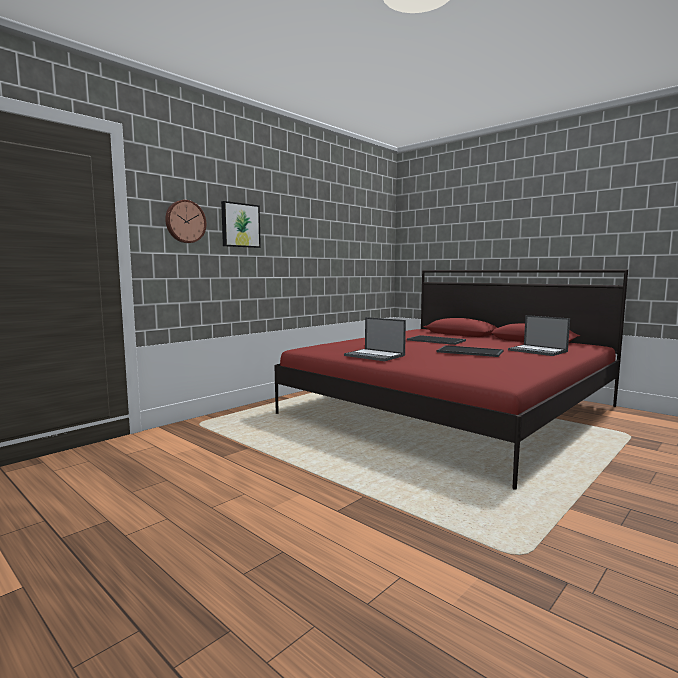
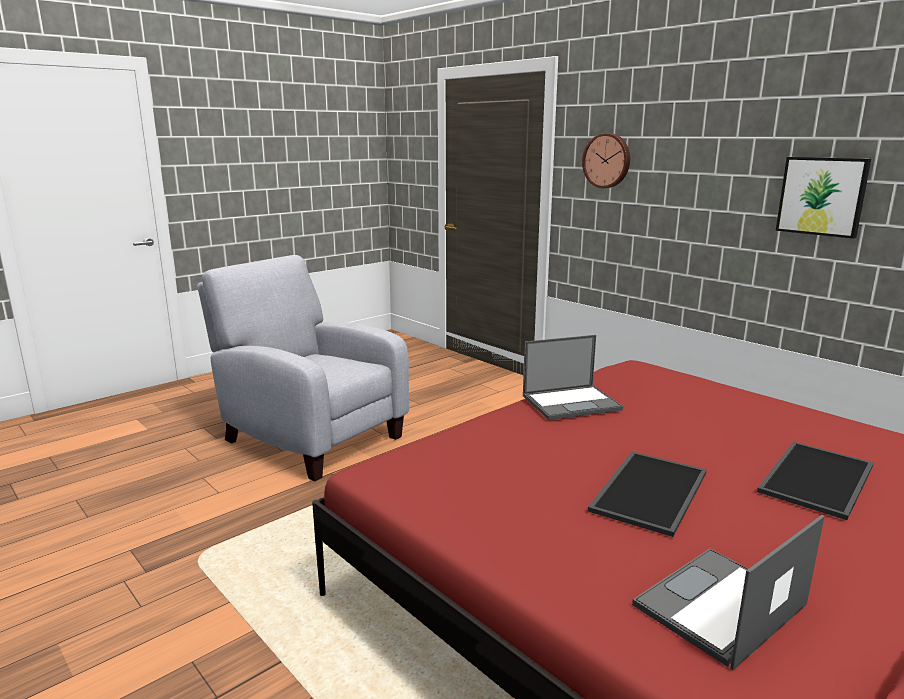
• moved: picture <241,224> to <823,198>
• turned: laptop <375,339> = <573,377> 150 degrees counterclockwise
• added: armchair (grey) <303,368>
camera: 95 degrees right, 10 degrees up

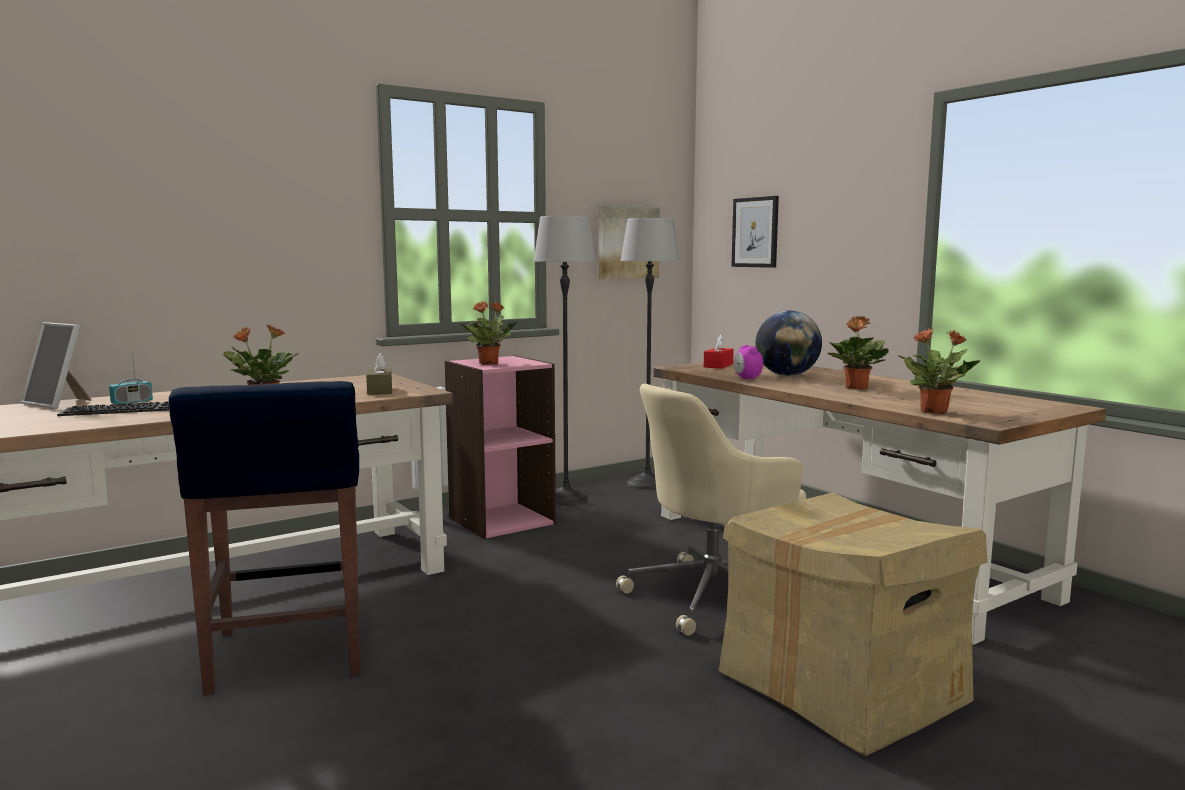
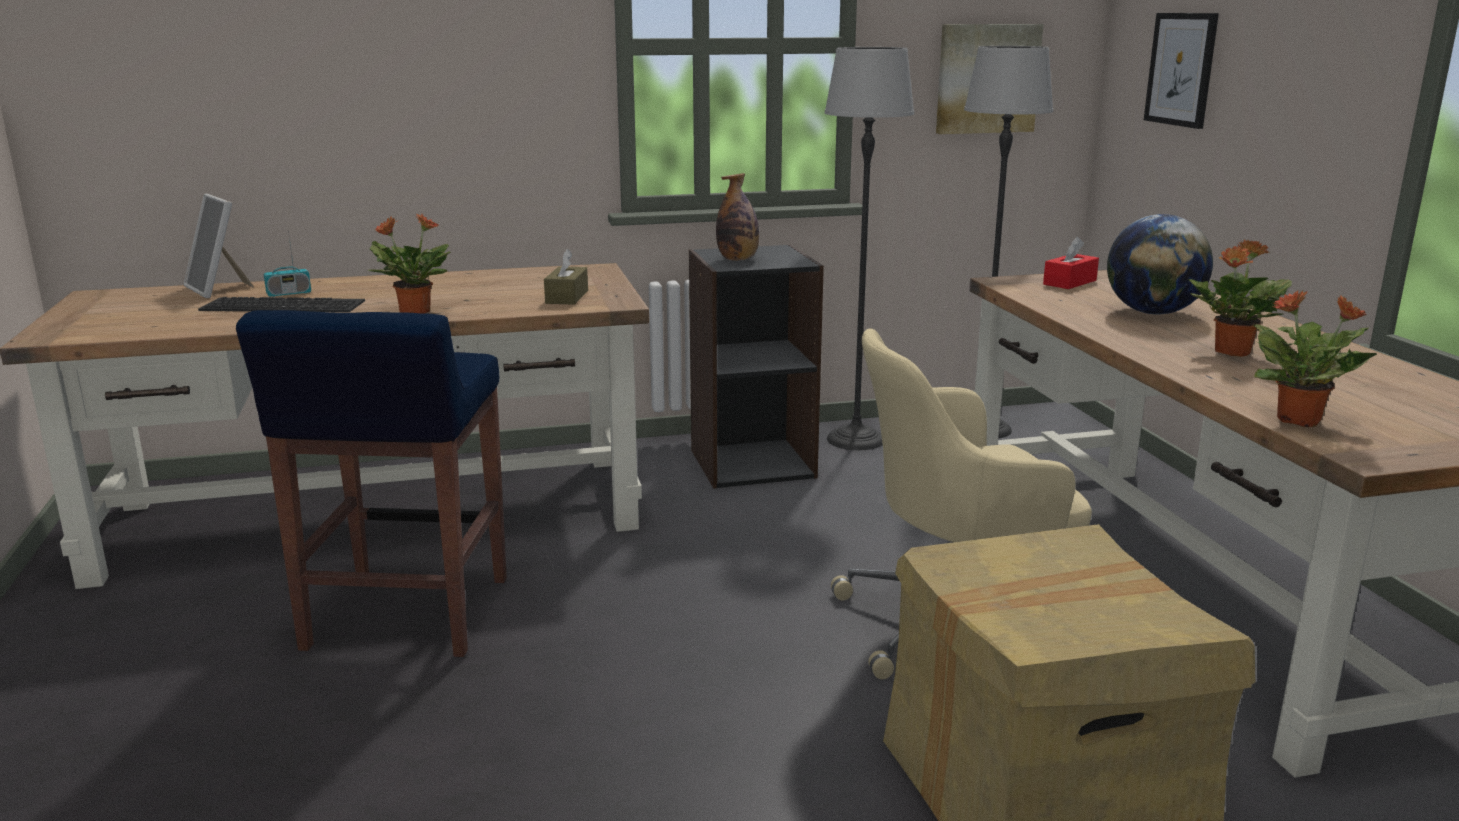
• recoloured: bookcase (pink) <500,447> to bookcase (black) <756,366>
• replaced: potted plant <489,333> to bottle <737,217>
• removed: alarm clock <748,362>
camera: 20 degrees right, 10 degrees up

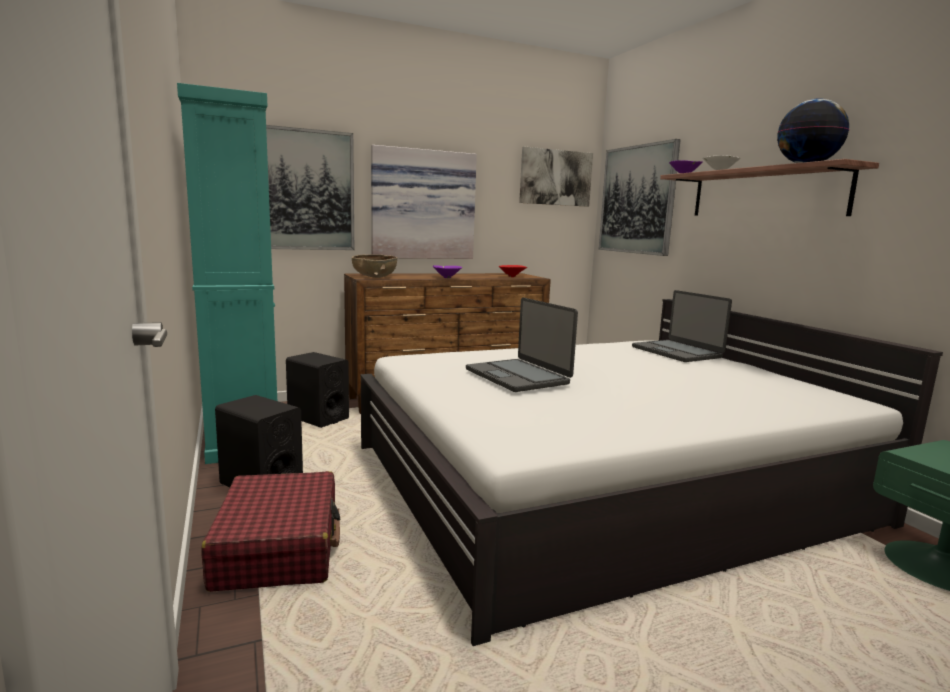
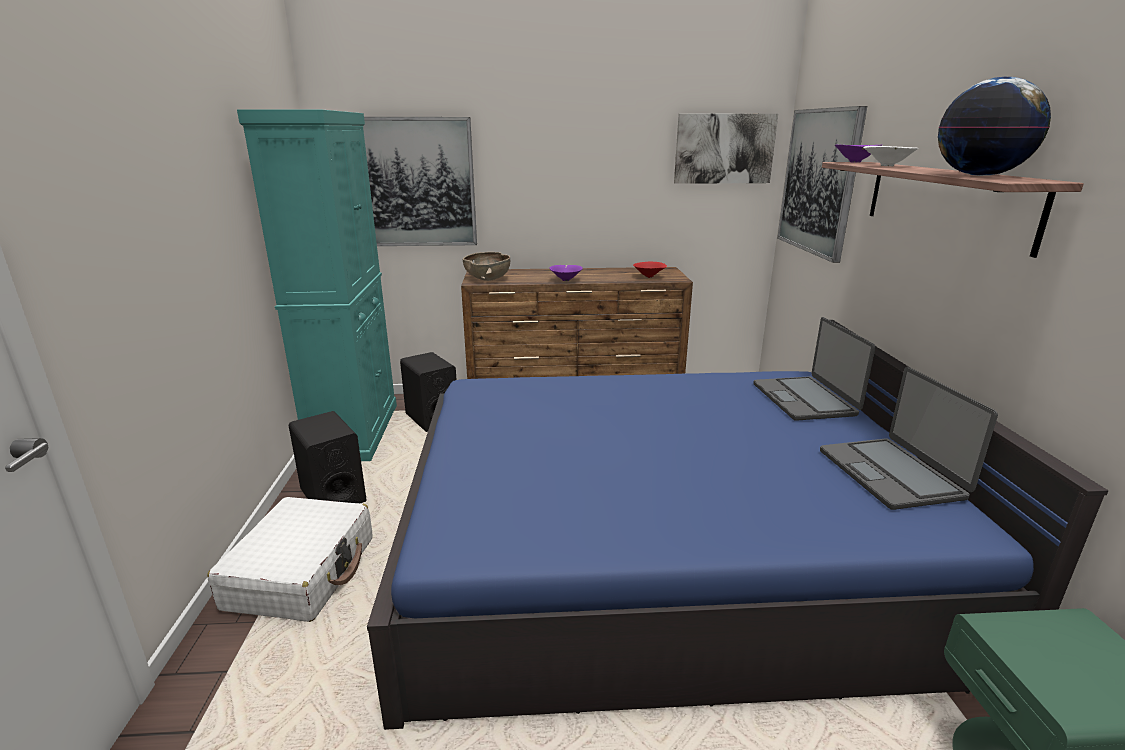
• recoloured: suitcase (red) <271,531> to suitcase (white) <290,559>
• recoloured: bed (white) <651,472> to bed (blue) <737,525>
• removed: picture <424,202>
• moved: laptop <522,344> to <909,438>
camera: 20 degrees right, 10 degrees up

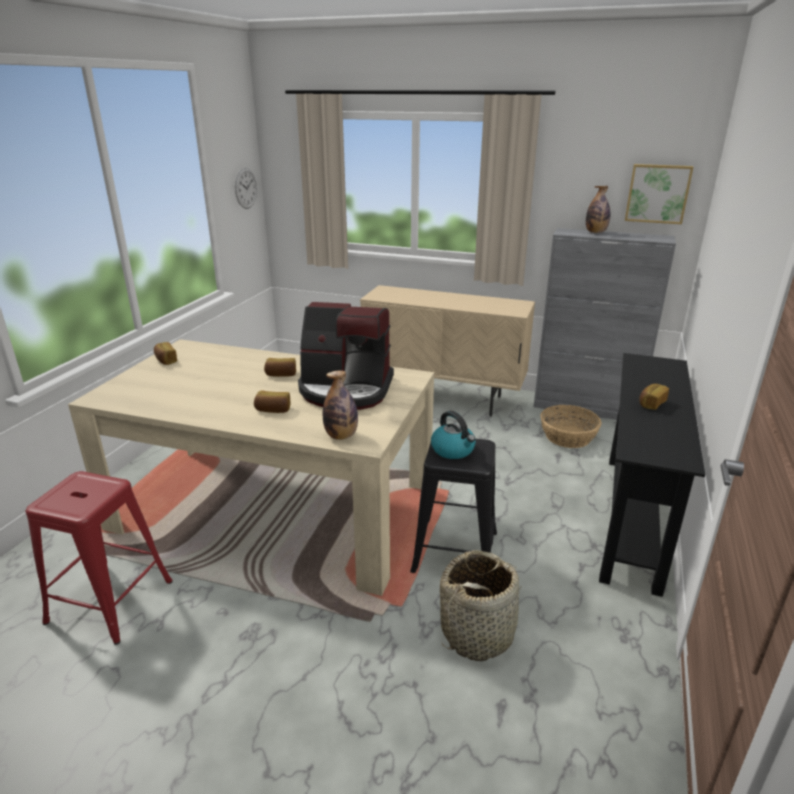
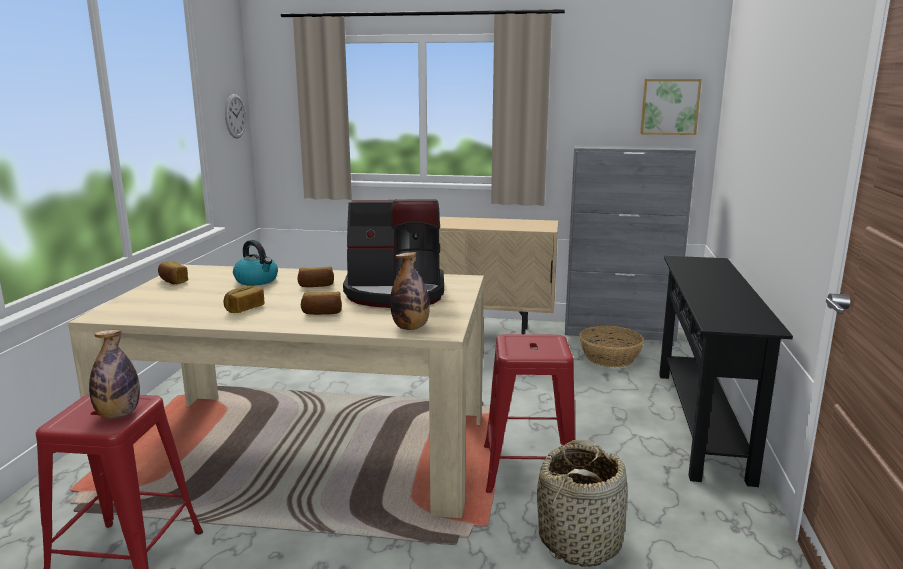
• recoloured: stool (black) <453,506> to stool (red) <529,413>
• moved: kettle <453,435> to <255,263>
• moved: bottle <598,209> to <114,374>
• moved: bread <654,397> to <243,299>
camera: 10 degrees left, 10 degrees down

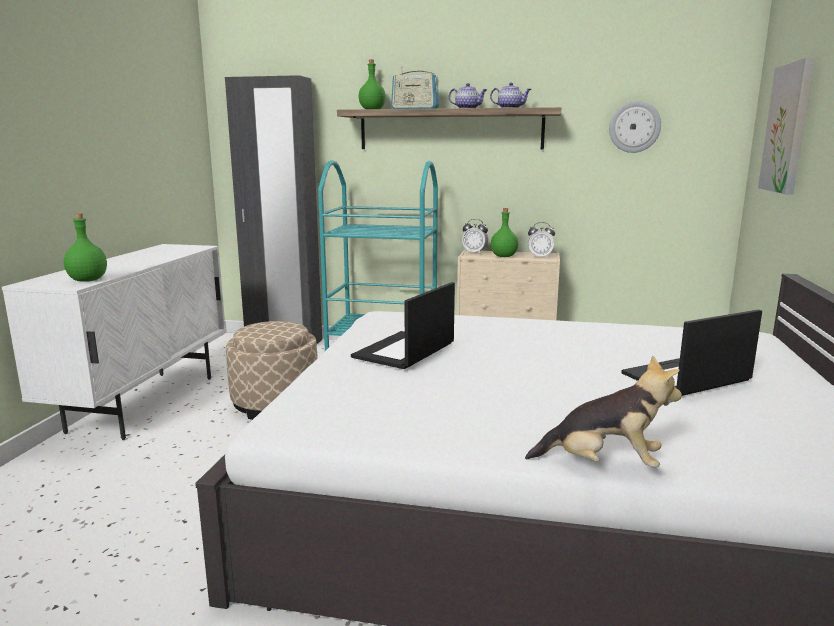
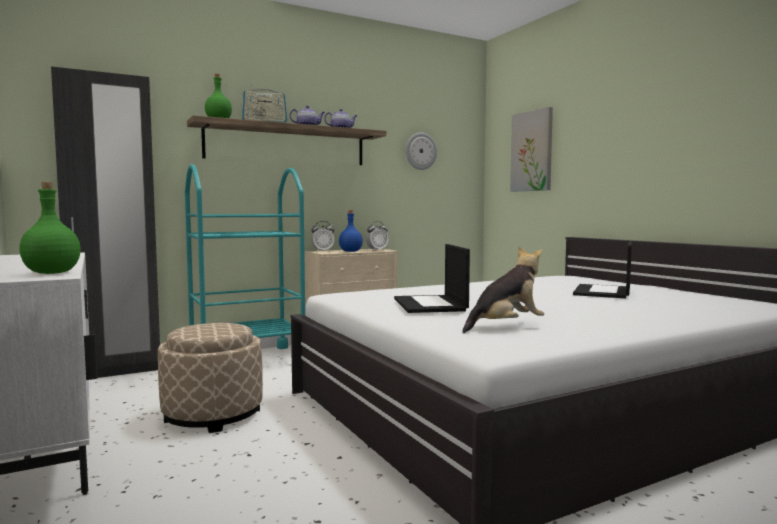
• recoloured: bottle (green) <504,232> to bottle (blue) <351,231>
• moved: plush toy <603,411> to <503,290>
camera: 40 degrees left, 10 degrees down

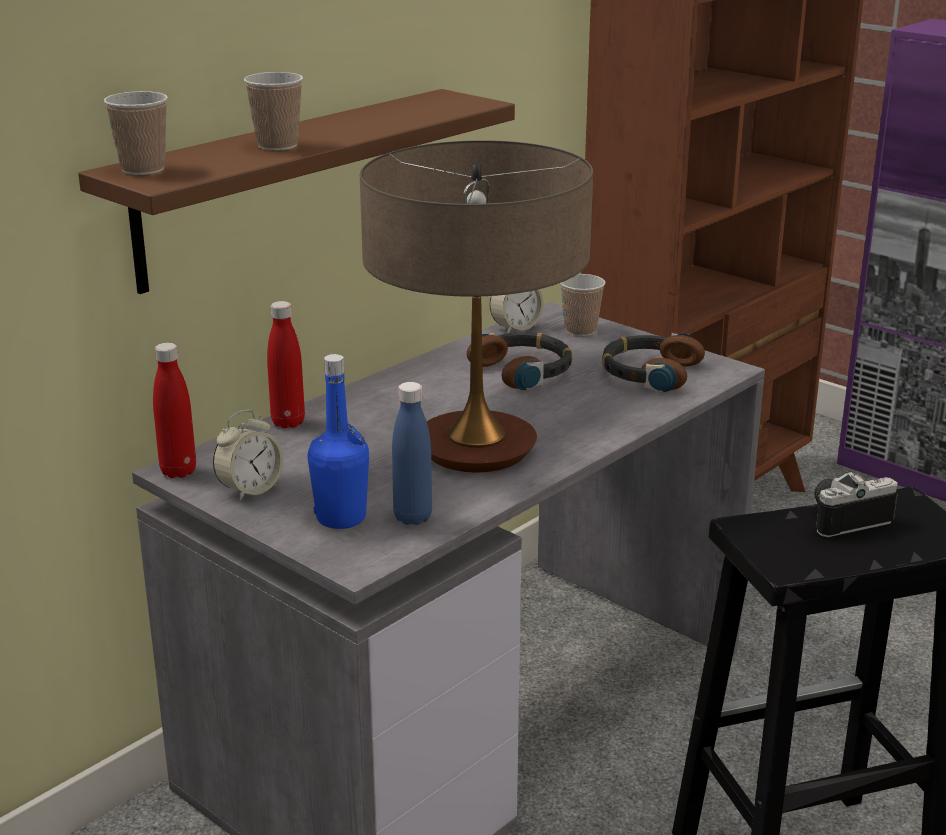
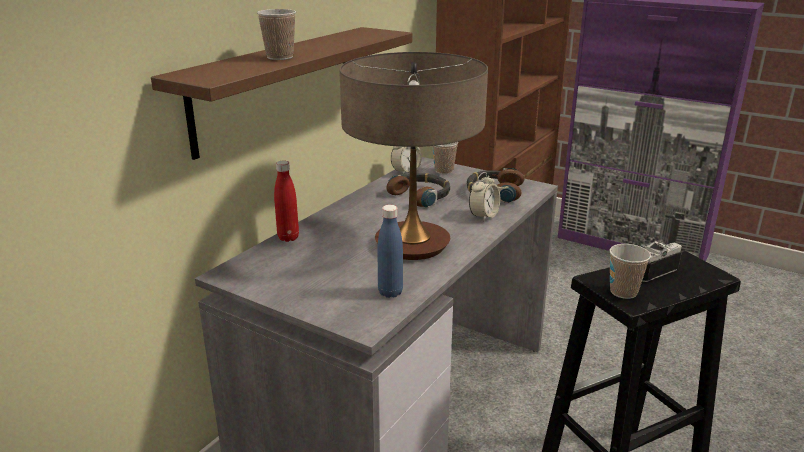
• moved: cup <136,133> to <630,271>
• removed: bottle (red) <174,410>
• moved: alarm clock <248,455> to <484,196>
• removed: bottle (blue) <338,441>
camera: 10 degrees left, 0 degrees up

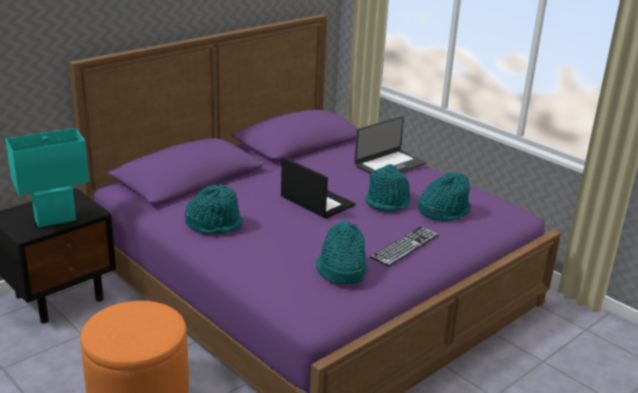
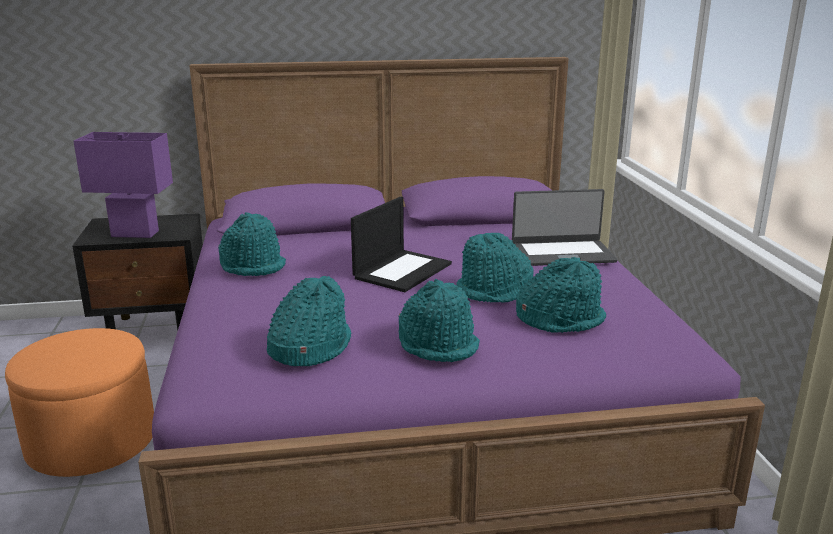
• recoloured: table lamp (turquoise) <47,178> to table lamp (purple) <123,185>
• turned: laptop <318,188> = <401,244> 45 degrees clockwise
• replaced: keyboard <404,247> to hat (turquoise) <439,320>
camera: 35 degrees right, 5 degrees down

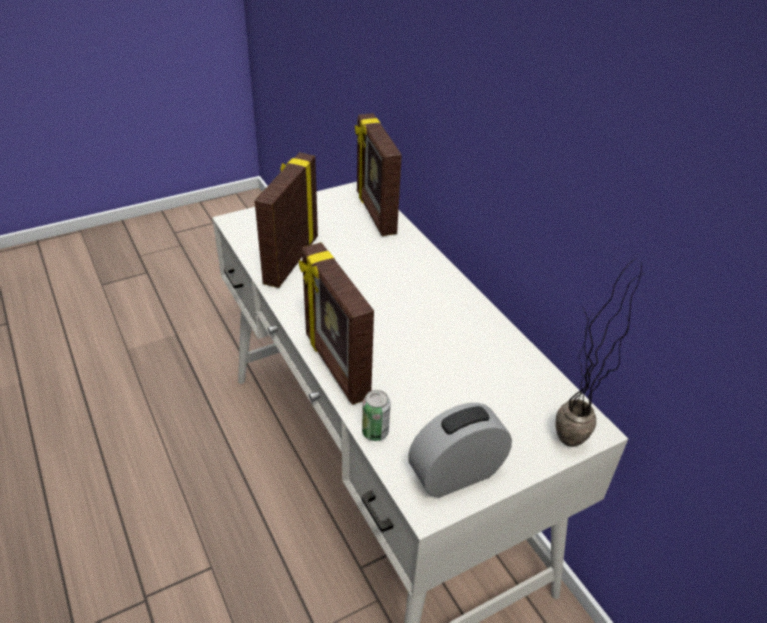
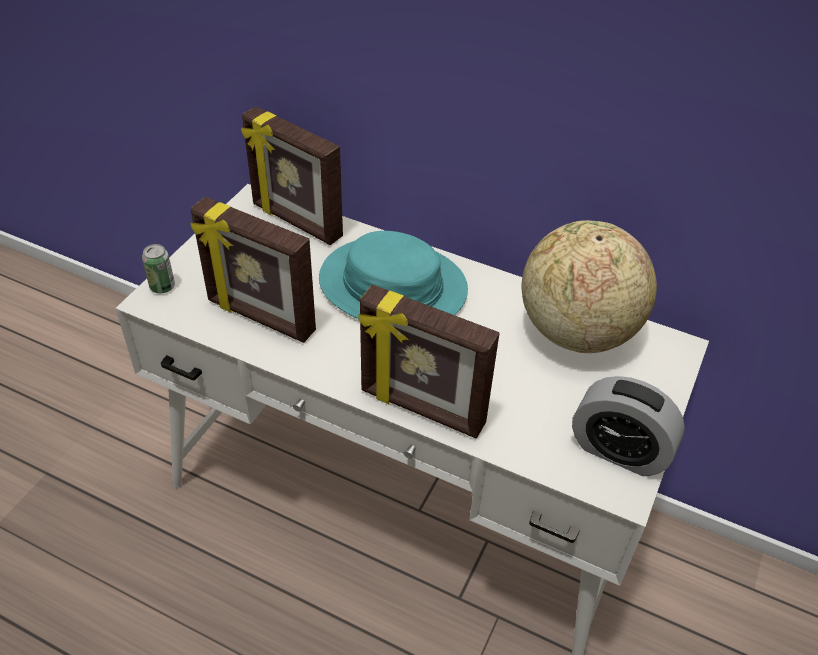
• turned: picture frame <286,220> = <253,270> 45 degrees counterclockwise
• moved: can <376,415> to <158,268>
• turned: alarm clock <460,450> = <628,426> 90 degrees counterclockwise
• removed: potted plant <599,352>
• added: hat (turquoise) <393,275>
• added: globe <589,286>
camera: 35 degrees left, 5 degrees up

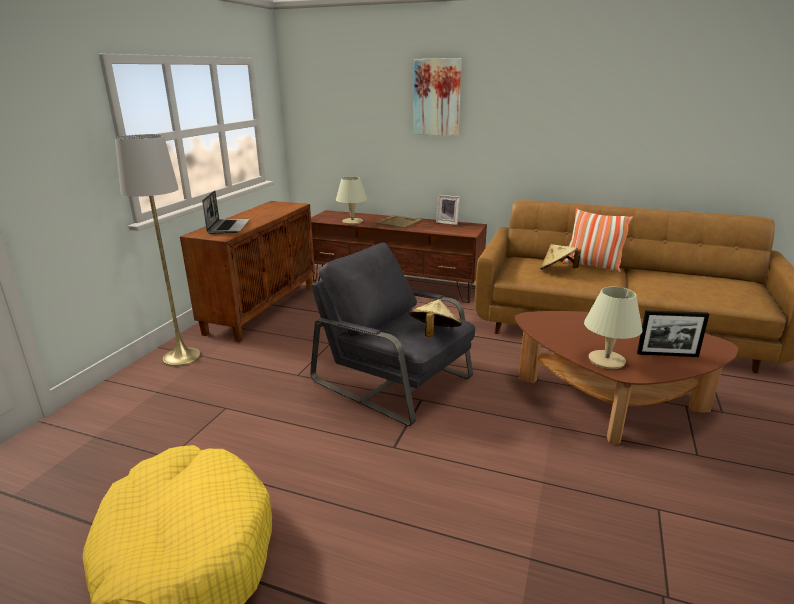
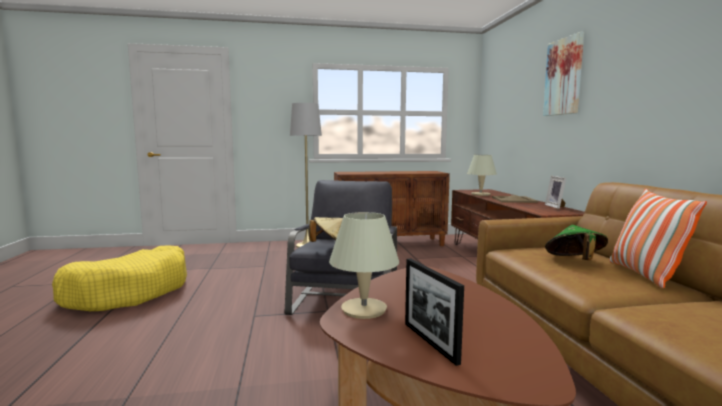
• removed: laptop <226,212>
• recoloured: hat (beige) <560,257> to hat (green) <576,242>
camera: 60 degrees right, 15 degrees down

